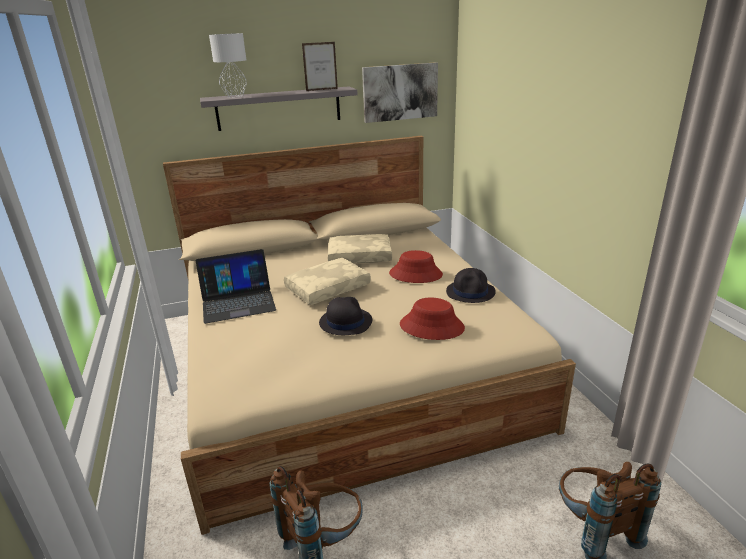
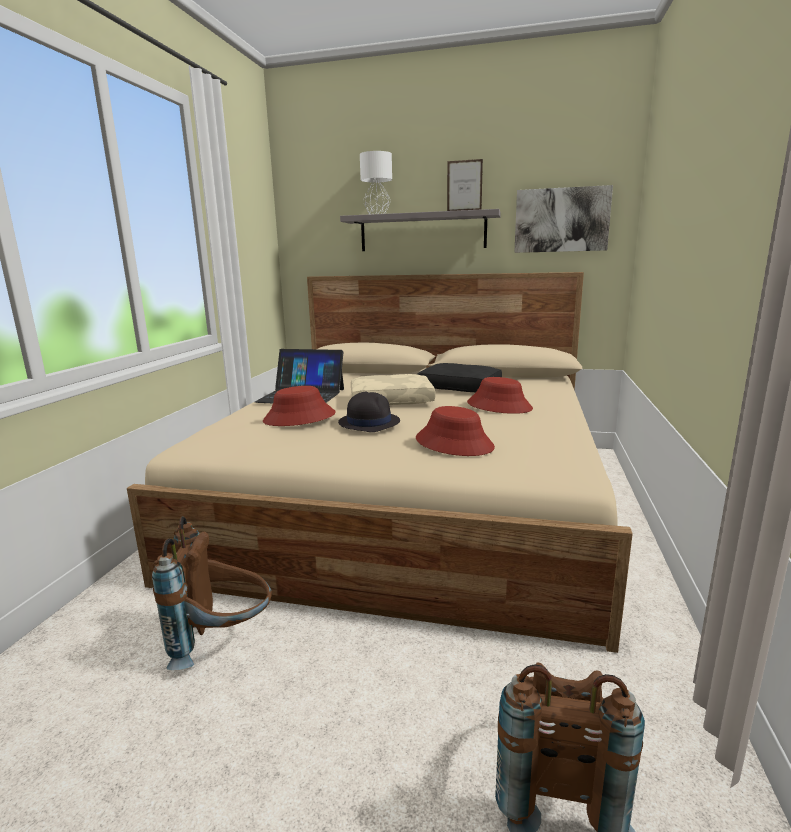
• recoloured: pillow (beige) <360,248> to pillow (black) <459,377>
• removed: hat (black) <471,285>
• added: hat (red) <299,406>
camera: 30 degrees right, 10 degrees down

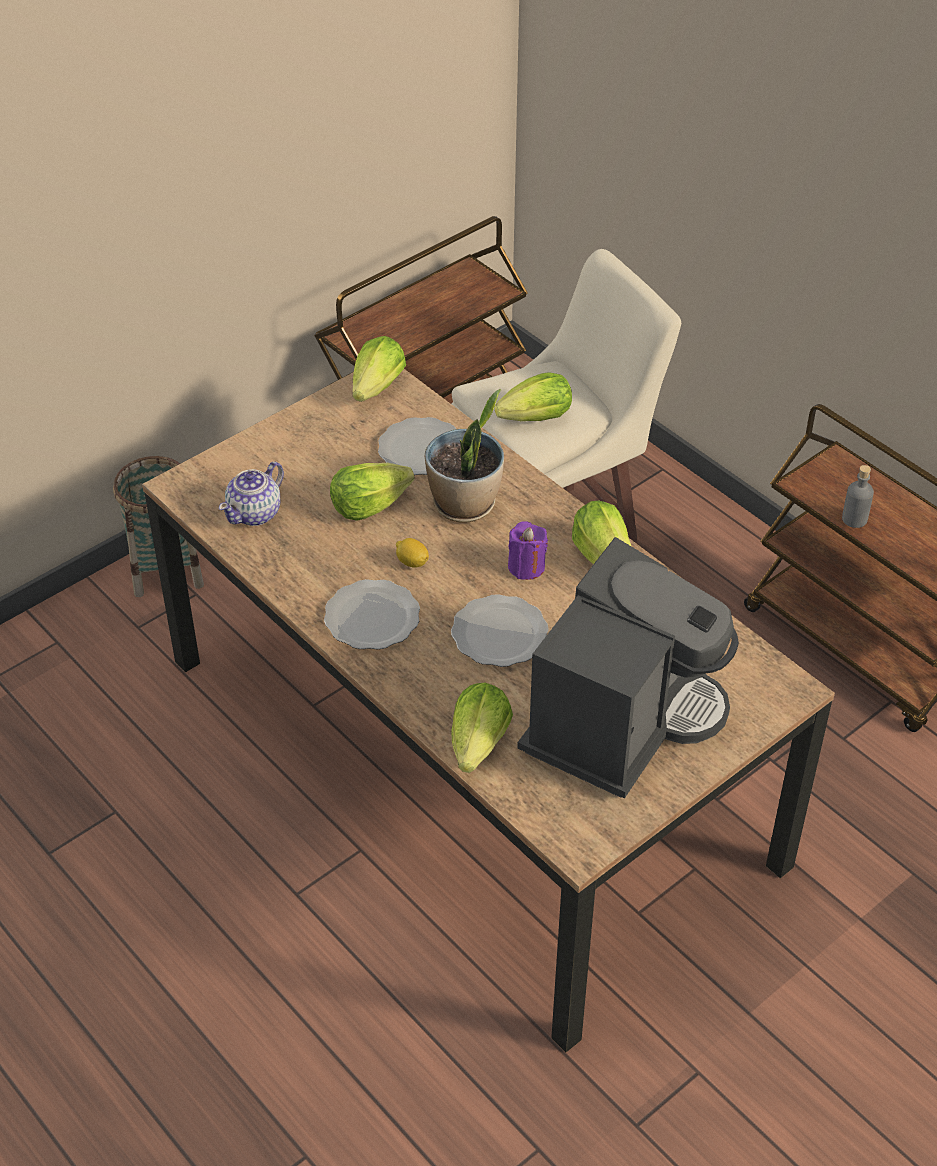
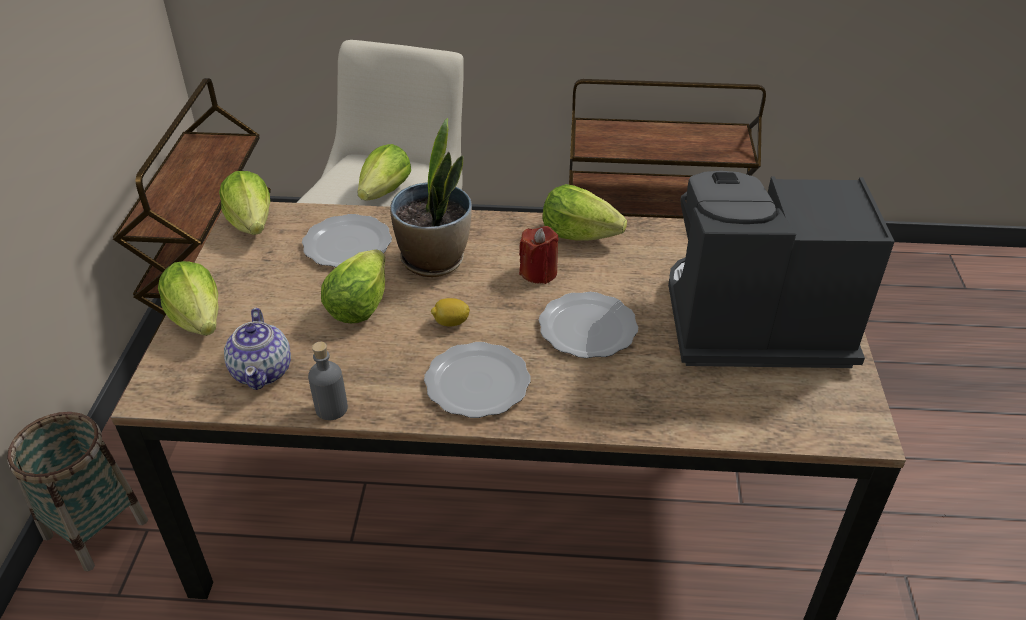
• moved: lettuce <482,727> to <188,298>
• recoloured: candle (purple) <528,550> to candle (red) <538,255>
• turned: coffee machine <628,667> = <781,269> 75 degrees counterclockwise
• moved: bottle (grey) <858,496> to <328,381>
camera: 45 degrees left, 5 degrees down

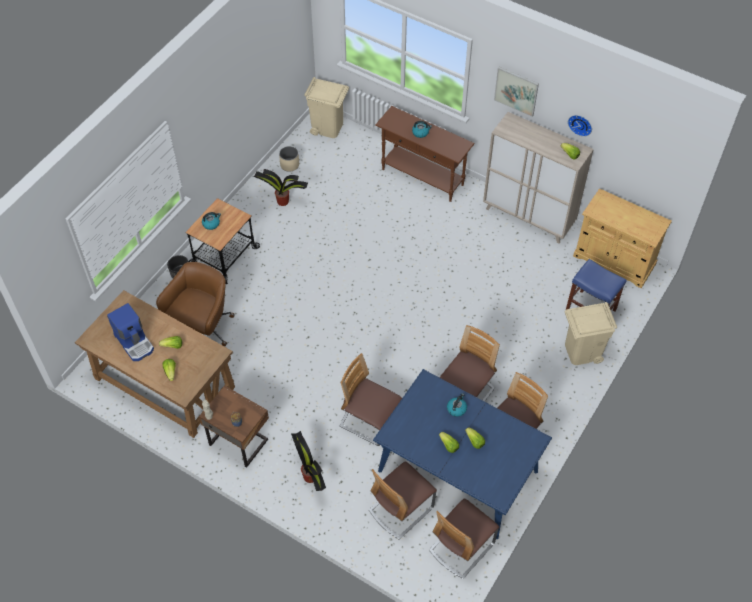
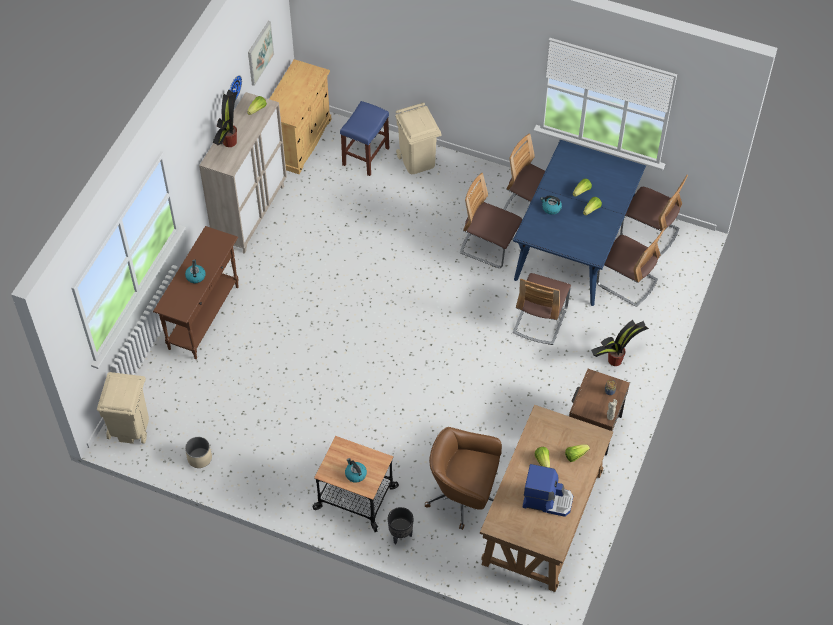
• turned: coffee machine <130,332> = <548,490> 60 degrees clockwise
• moved: potted plant <280,187> to <225,118>
• moved: picture <516,92> to <261,53>
camera: 100 degrees left, 0 degrees up

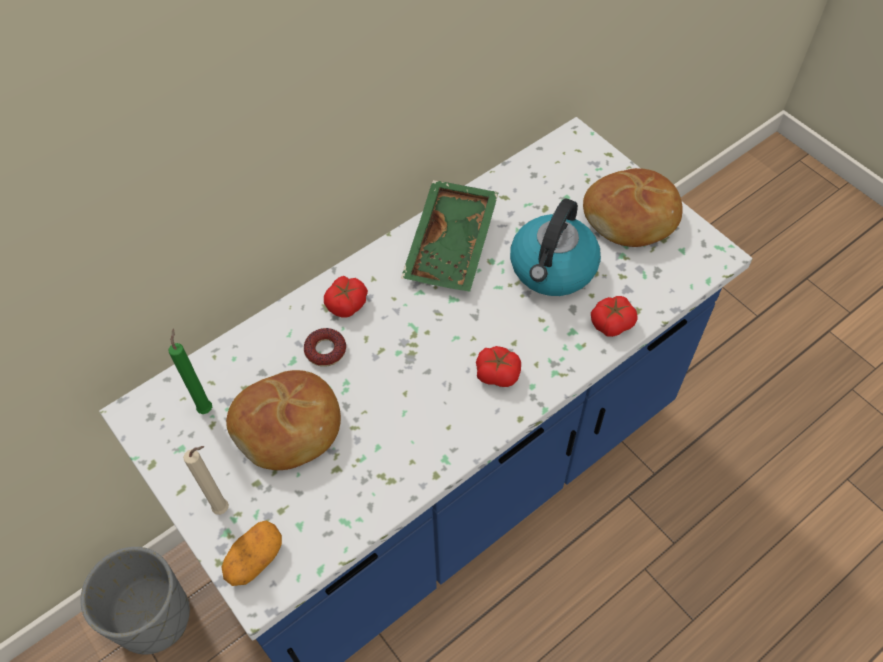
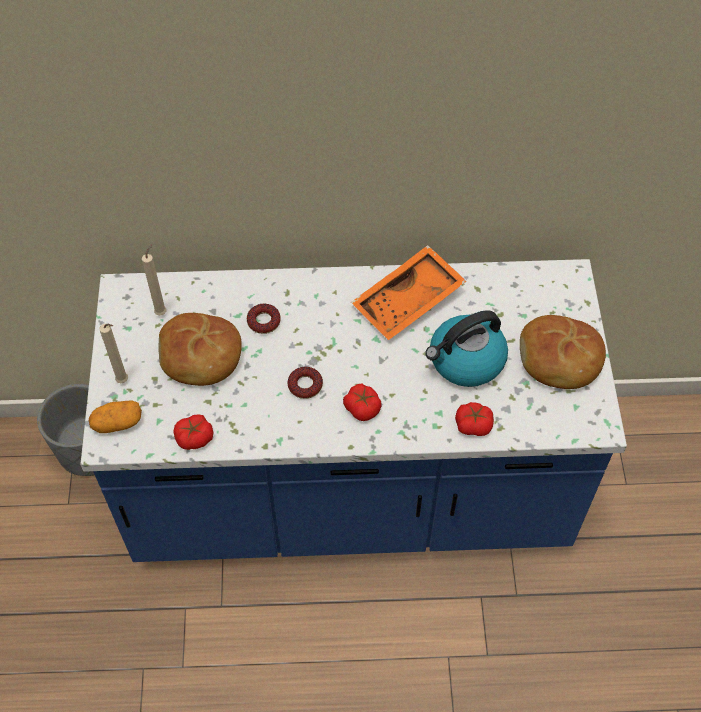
• recoloured: candle (green) <190,371> to candle (beige) <154,280>
• moved: tomato <346,297> to <193,432>
• recoloured: tray (green) <450,236> to tray (orange) <408,292>
• added: donut <305,382>
camera: 35 degrees right, 0 degrees up

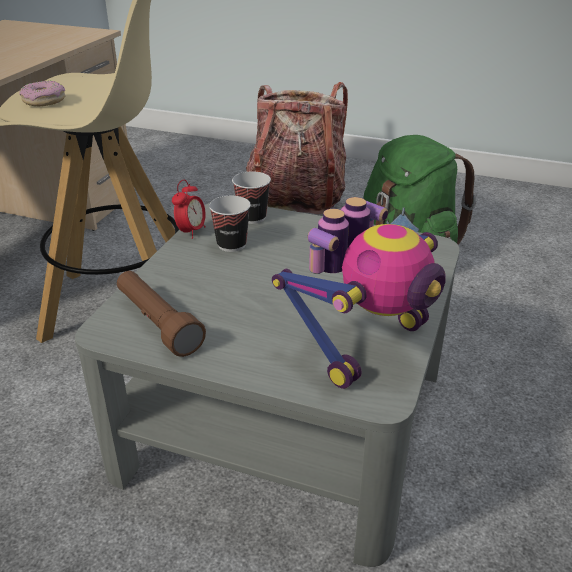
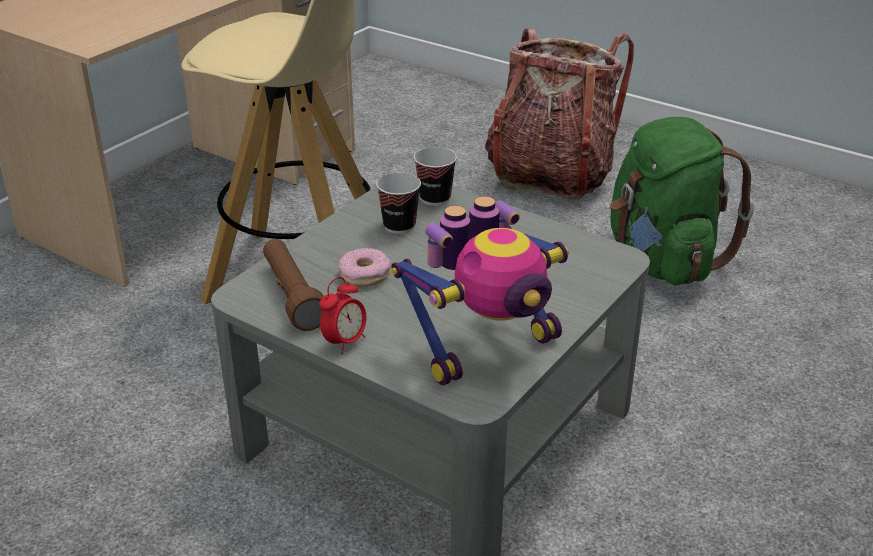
• moved: donut <42,93> to <364,267>
• moved: alarm clock <189,209> to <342,315>
camera: 15 degrees right, 0 degrees up

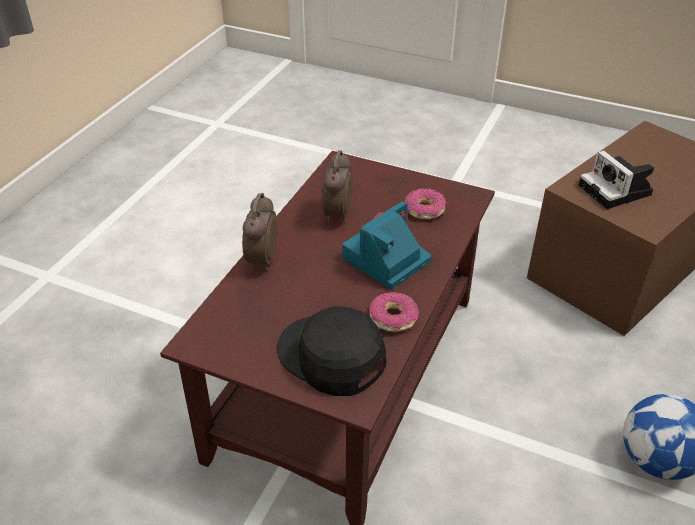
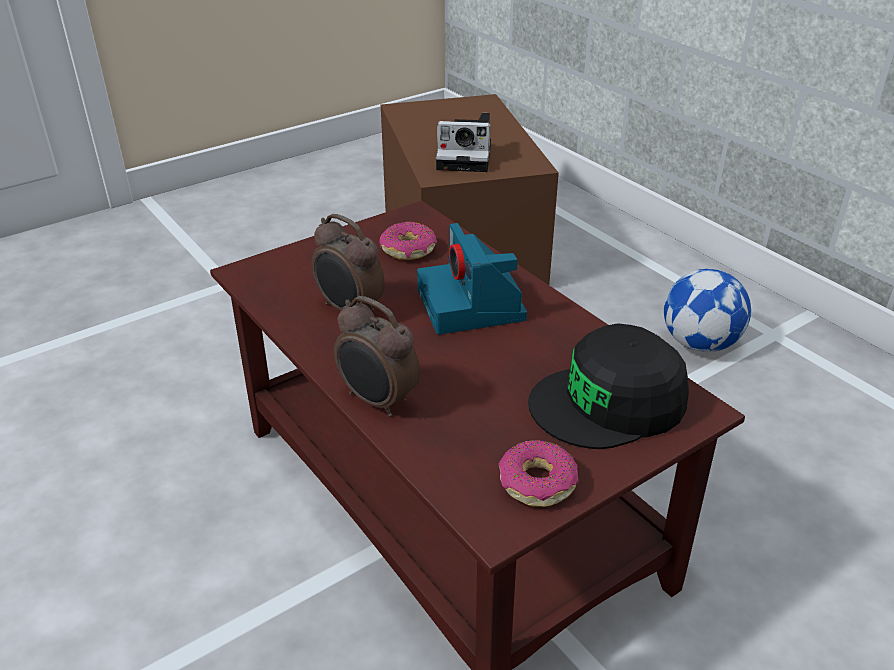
• moved: donut <394,312> to <538,473>
camera: 60 degrees left, 5 degrees down

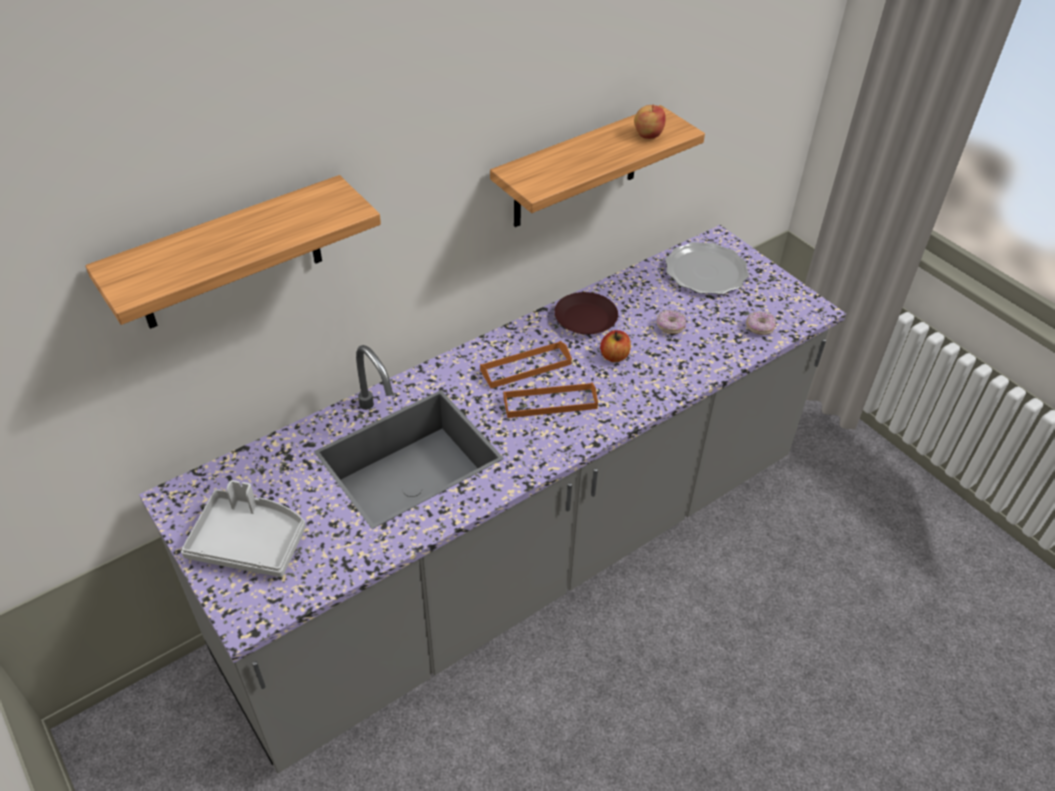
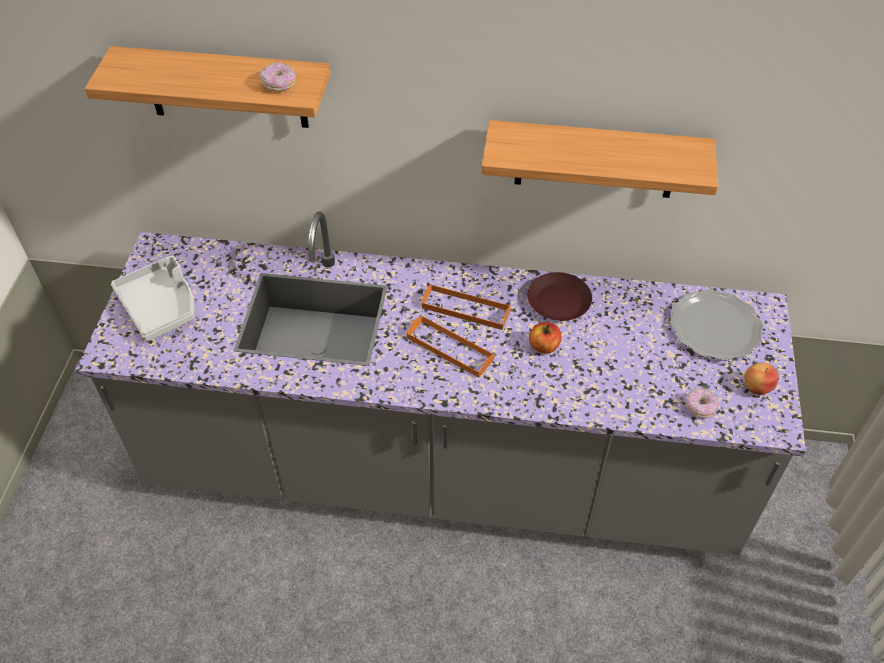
• moved: apple <649,121> to <761,379>
• moved: donut <671,322> to <278,77>
camera: 45 degrees right, 5 degrees up

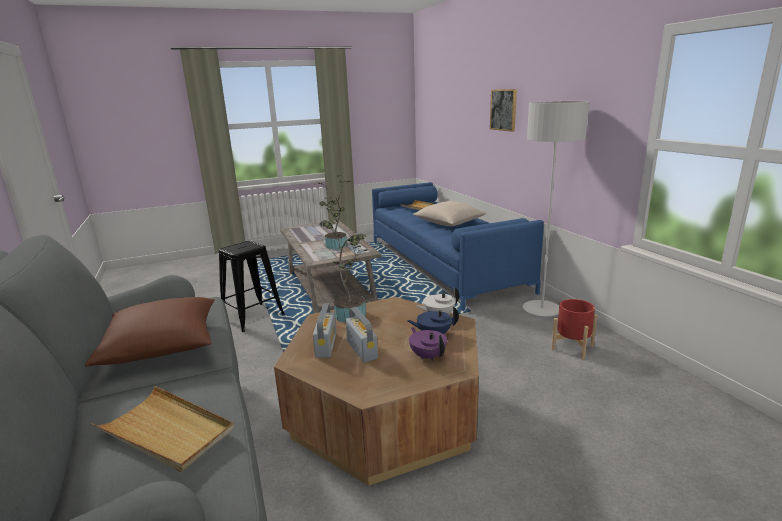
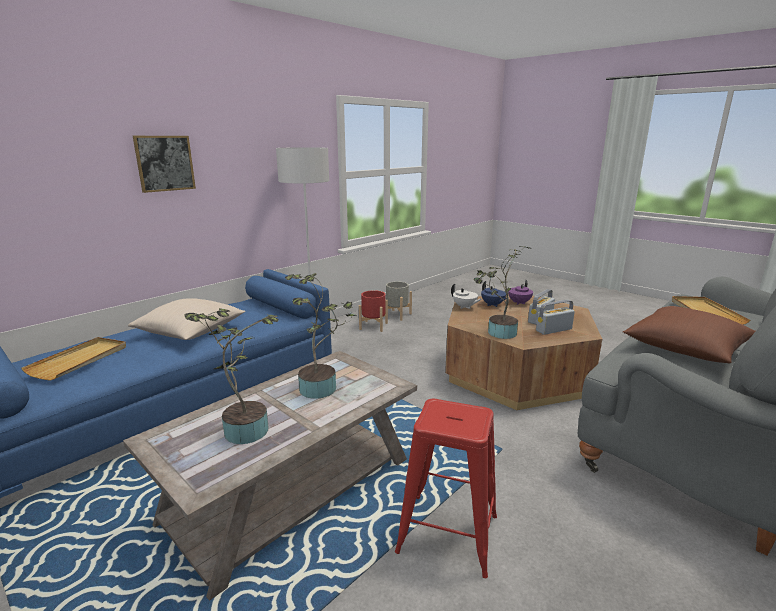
• recoloured: stool (black) <251,286> to stool (red) <446,488>
• added: potted plant <232,376>
• added: planter (grey) <398,301>
camera: 115 degrees left, 0 degrees up

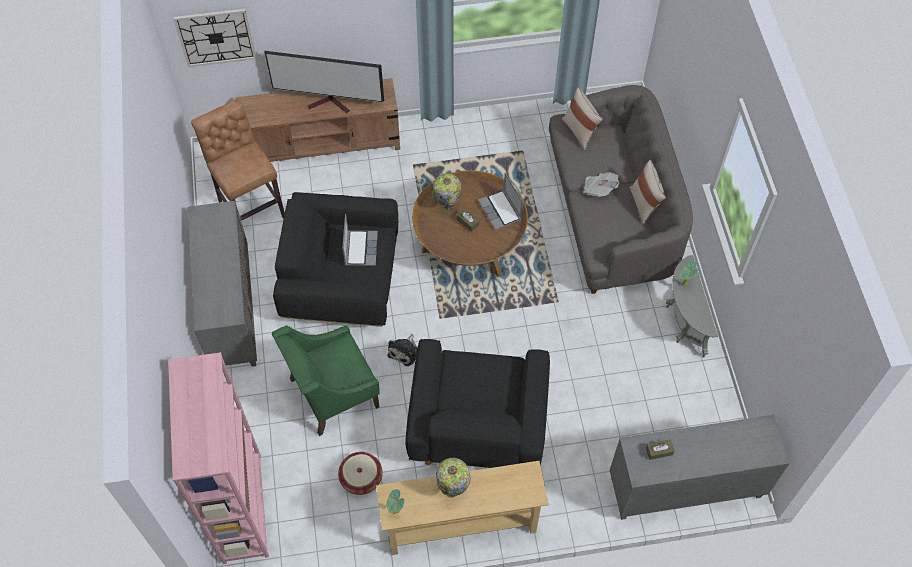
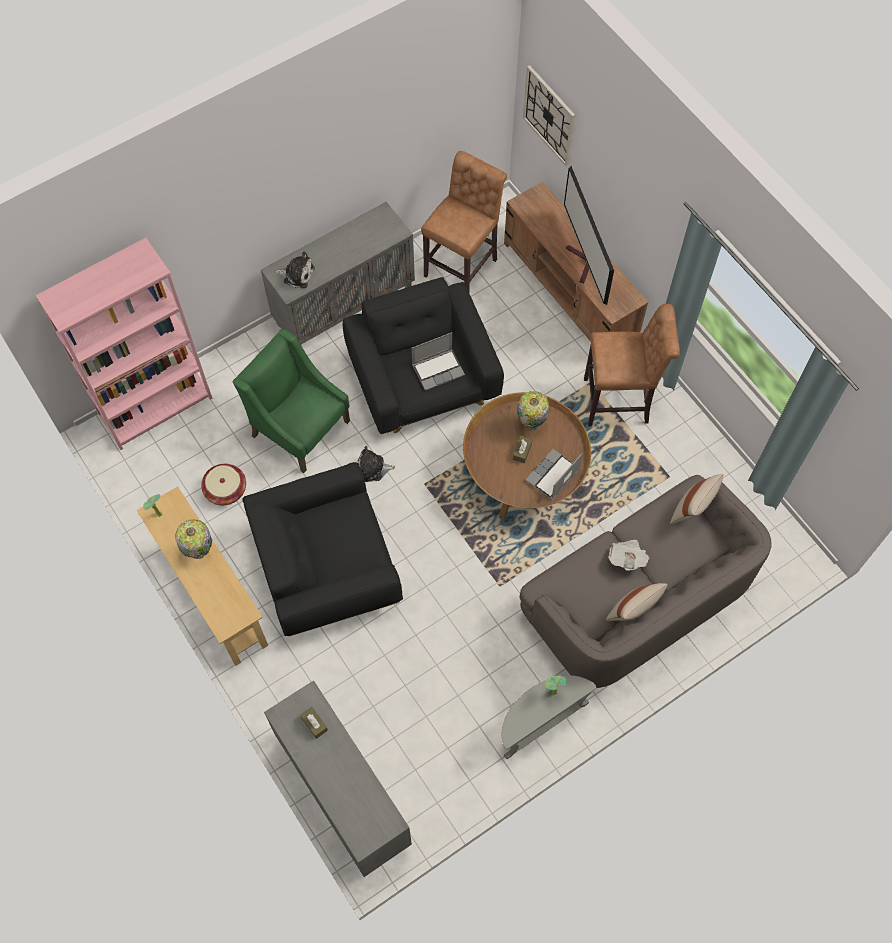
• added: plush toy <295,270>
• added: stool (brown) <632,365>
camera: 65 degrees right, 5 degrees up

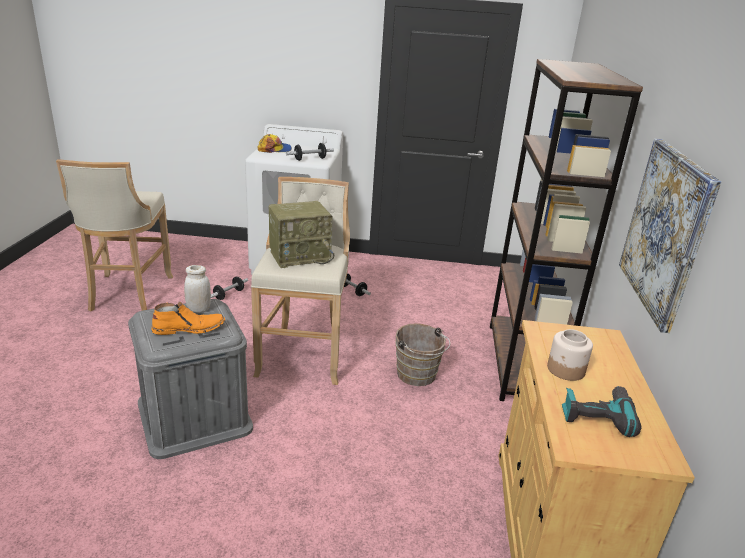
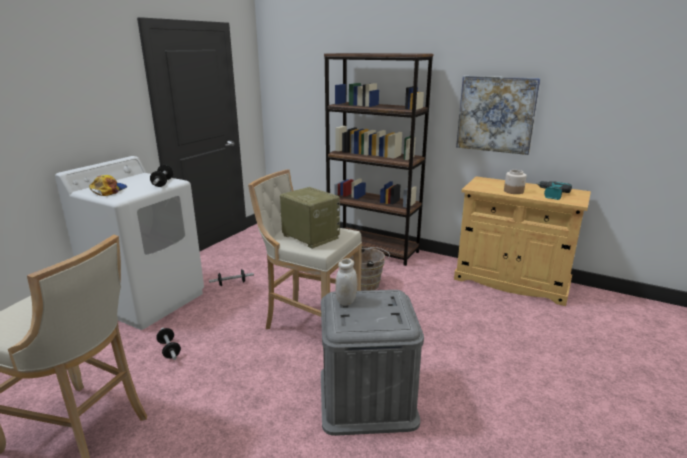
• removed: boot (orange) <188,318>
• turned: radio <301,234> = <310,218> 45 degrees counterclockwise
camera: 65 degrees left, 5 degrees down

